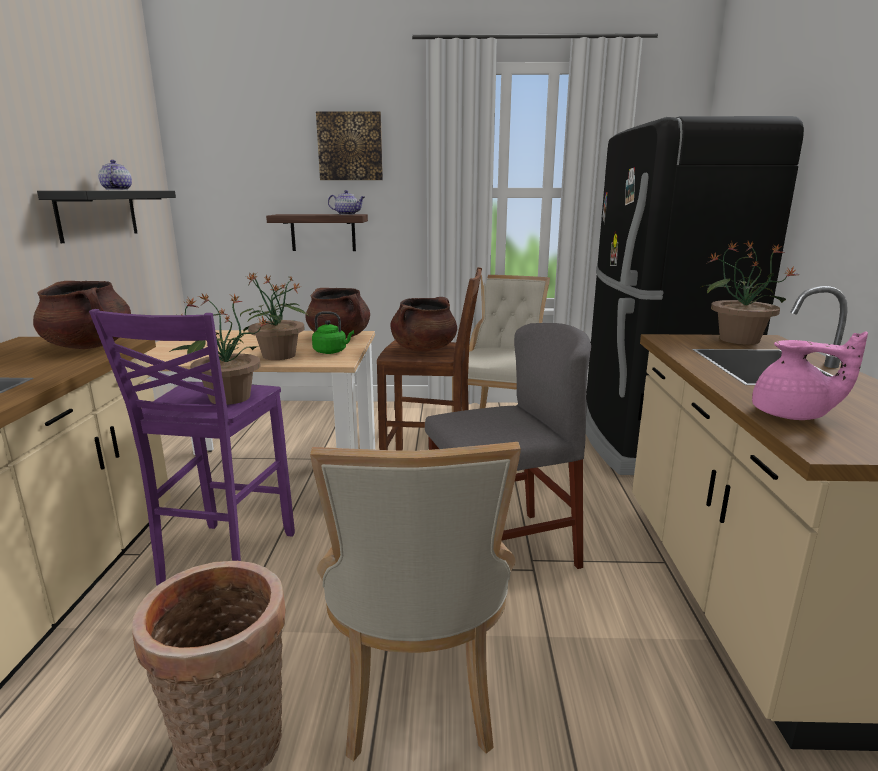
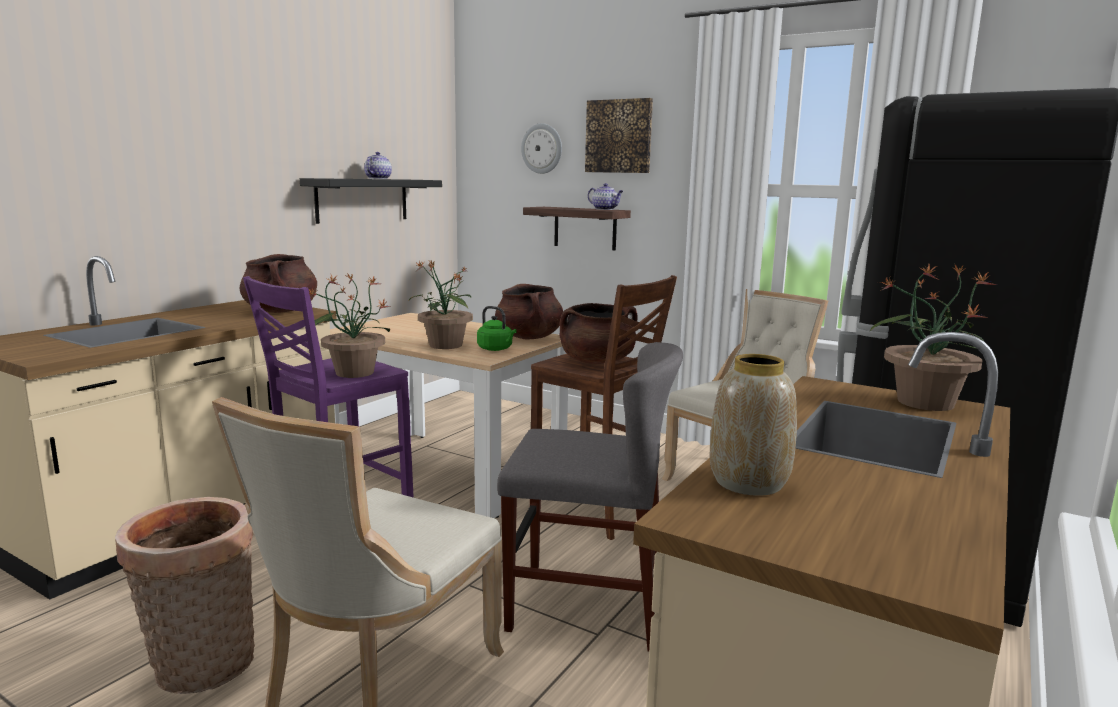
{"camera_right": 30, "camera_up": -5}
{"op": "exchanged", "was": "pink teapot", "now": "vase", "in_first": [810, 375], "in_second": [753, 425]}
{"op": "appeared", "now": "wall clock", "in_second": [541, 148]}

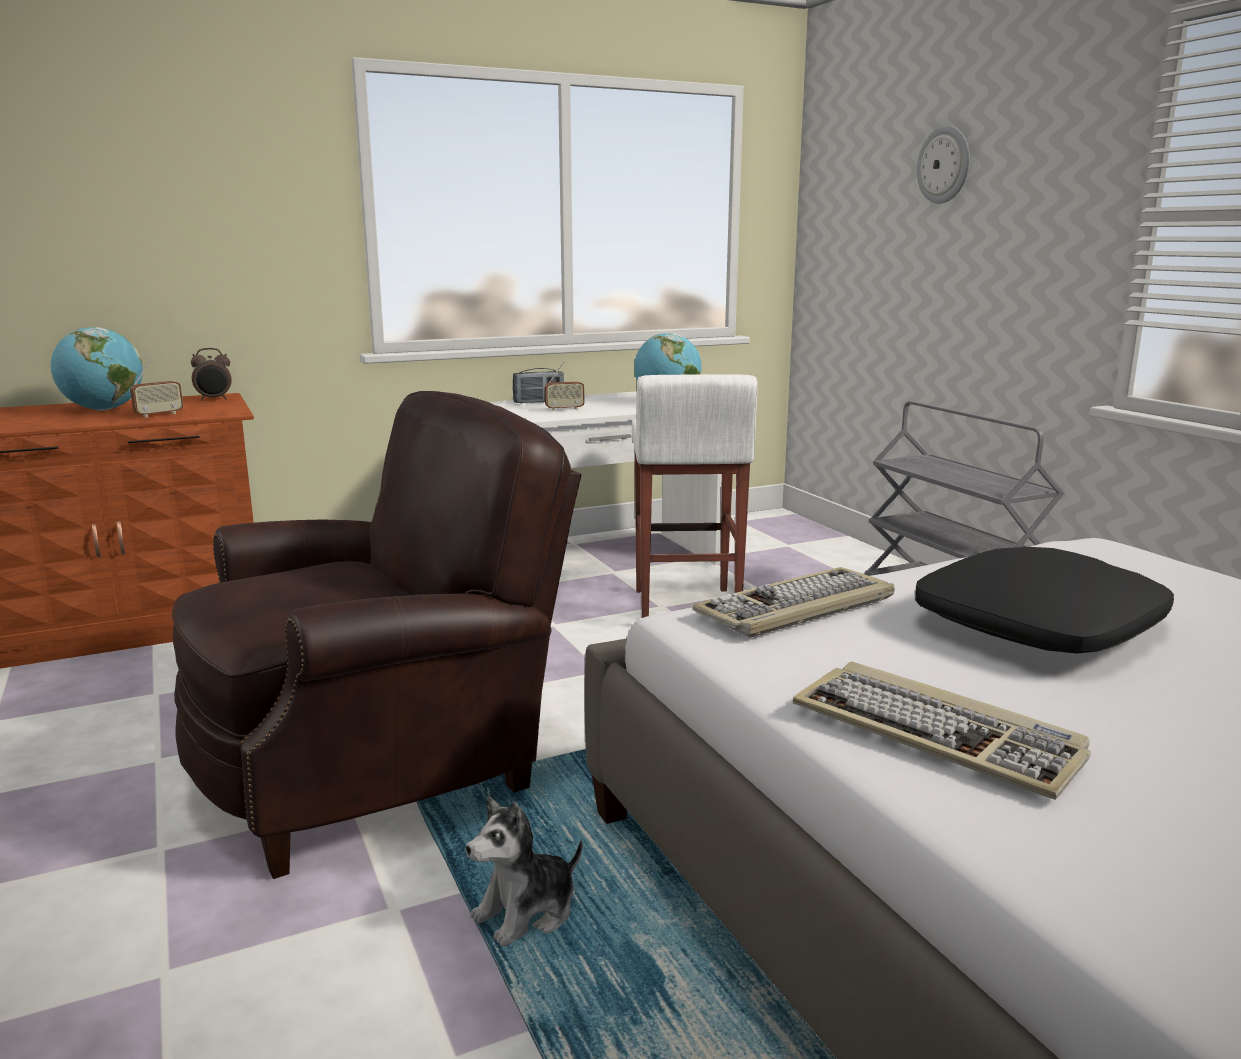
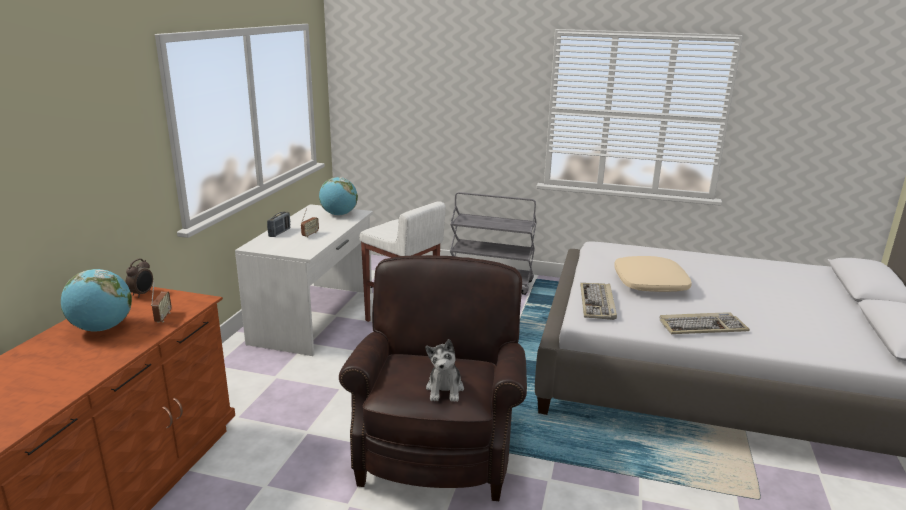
{"camera_right": -50, "camera_up": 5}
{"op": "relocated", "was": "plush toy", "in_first": [524, 871], "in_second": [444, 370]}
{"op": "colour", "was": "black pillow", "now": "beige pillow", "in_first": [1044, 600], "in_second": [653, 274]}
{"op": "missing", "was": "wall clock", "in_first": [943, 164]}

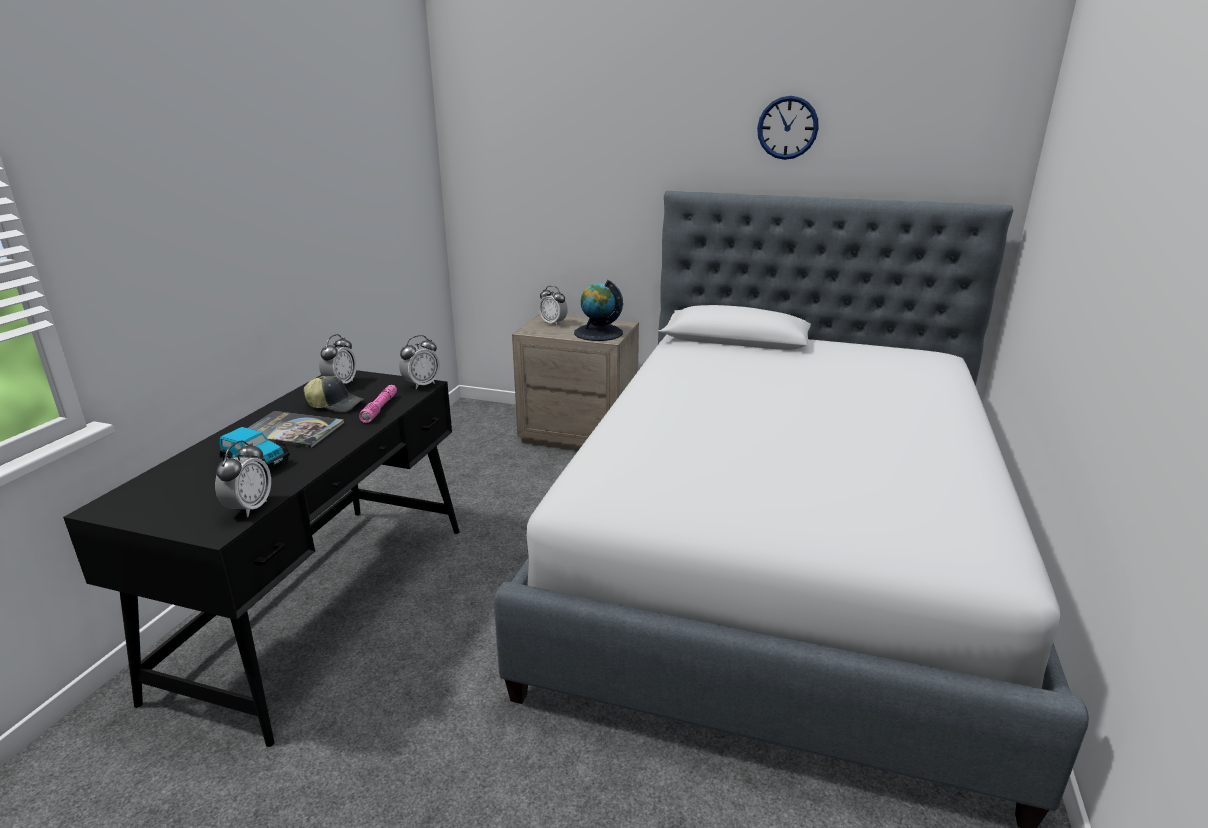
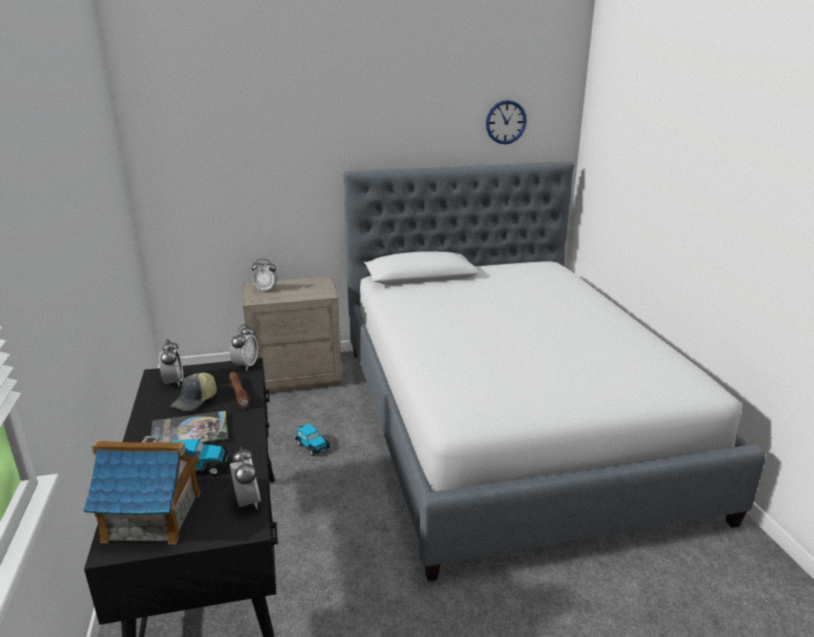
{"camera_right": -30, "camera_up": 0}
{"op": "spun", "was": "cap", "in_first": [334, 394], "in_second": [193, 392], "clockwise": 135}
{"op": "colour", "was": "pink flashlight", "now": "brown flashlight", "in_first": [378, 404], "in_second": [239, 390]}
{"op": "missing", "was": "globe", "in_first": [598, 310]}
{"op": "relocated", "was": "wall clock", "in_first": [788, 128], "in_second": [506, 122]}
{"op": "appeared", "now": "toy house", "in_second": [142, 490]}
{"op": "appeared", "now": "toy car", "in_second": [312, 440]}

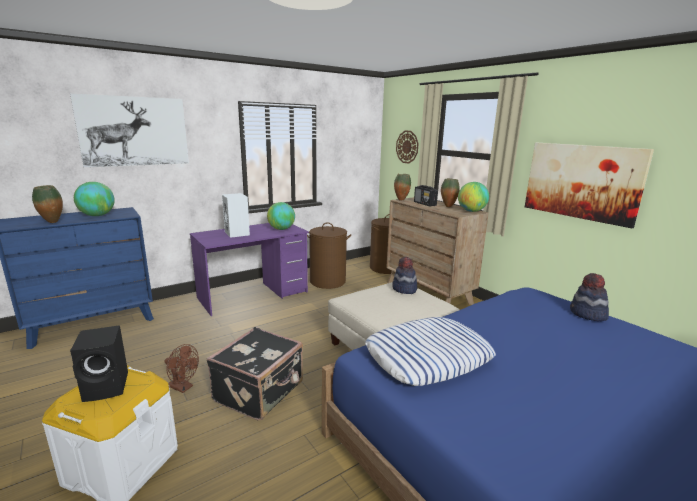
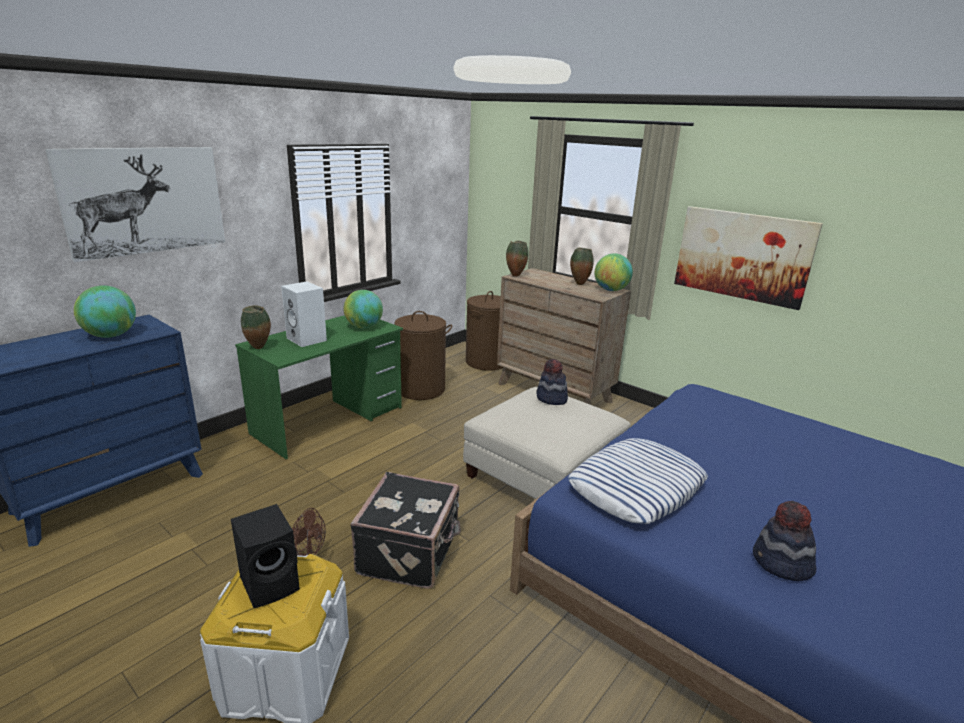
{"camera_right": -15, "camera_up": 5}
{"op": "relocated", "was": "vase", "in_first": [47, 204], "in_second": [256, 327]}
{"op": "colour", "was": "purple desk", "now": "green desk", "in_first": [249, 269], "in_second": [319, 387]}
{"op": "missing", "was": "wall clock", "in_first": [407, 147]}
{"op": "missing", "was": "radio", "in_first": [426, 195]}
{"op": "relocated", "was": "hat", "in_first": [589, 297], "in_second": [784, 541]}

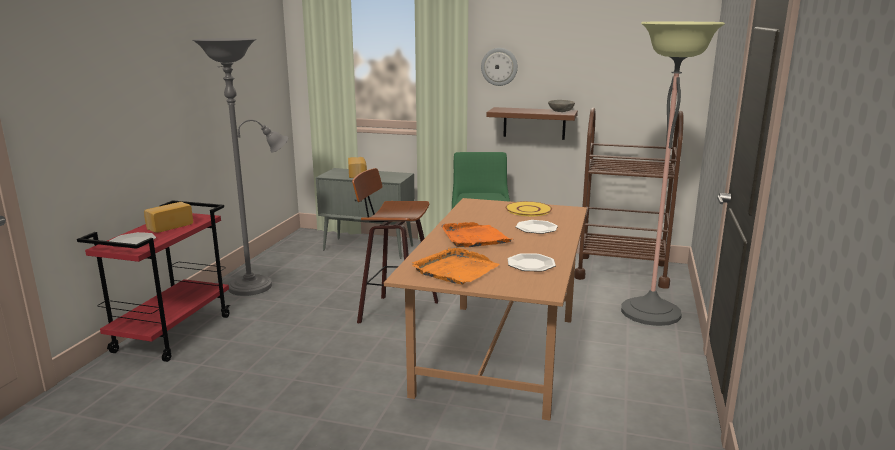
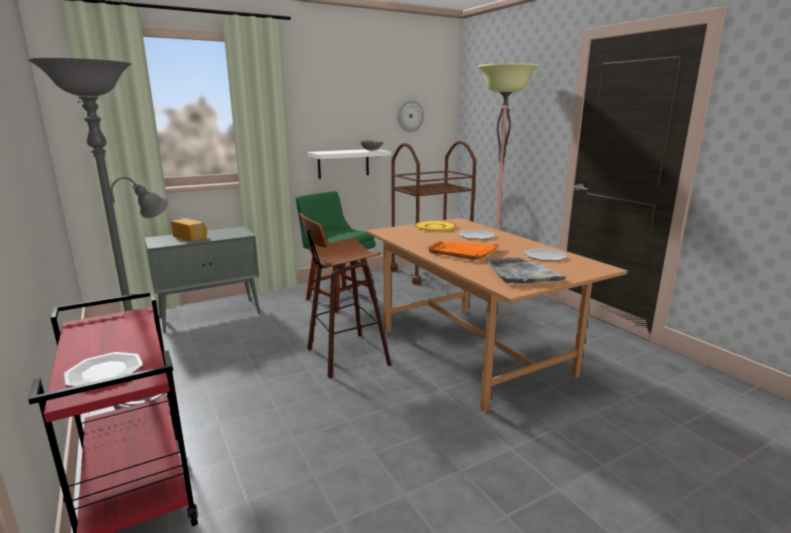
{"camera_right": -45, "camera_up": 0}
{"op": "missing", "was": "bread", "in_first": [168, 217]}
{"op": "colour", "was": "orange tray", "now": "grey tray", "in_first": [456, 266], "in_second": [527, 271]}
{"op": "relocated", "was": "wall clock", "in_first": [499, 67], "in_second": [410, 116]}
{"op": "colour", "was": "brown shelf", "now": "white shelf", "in_first": [532, 123], "in_second": [349, 164]}

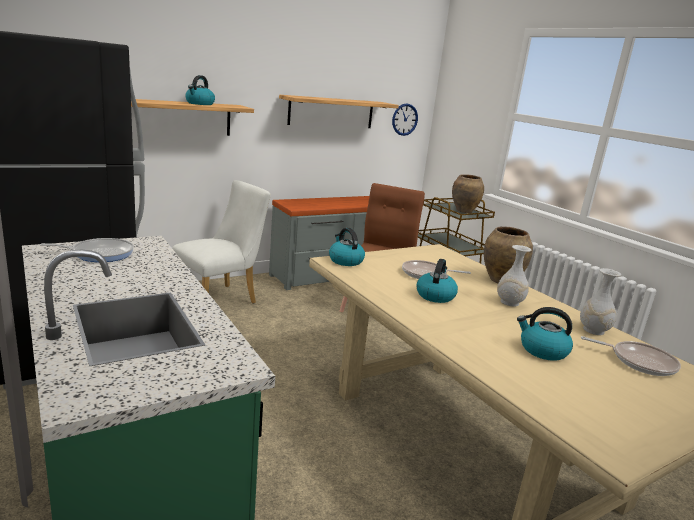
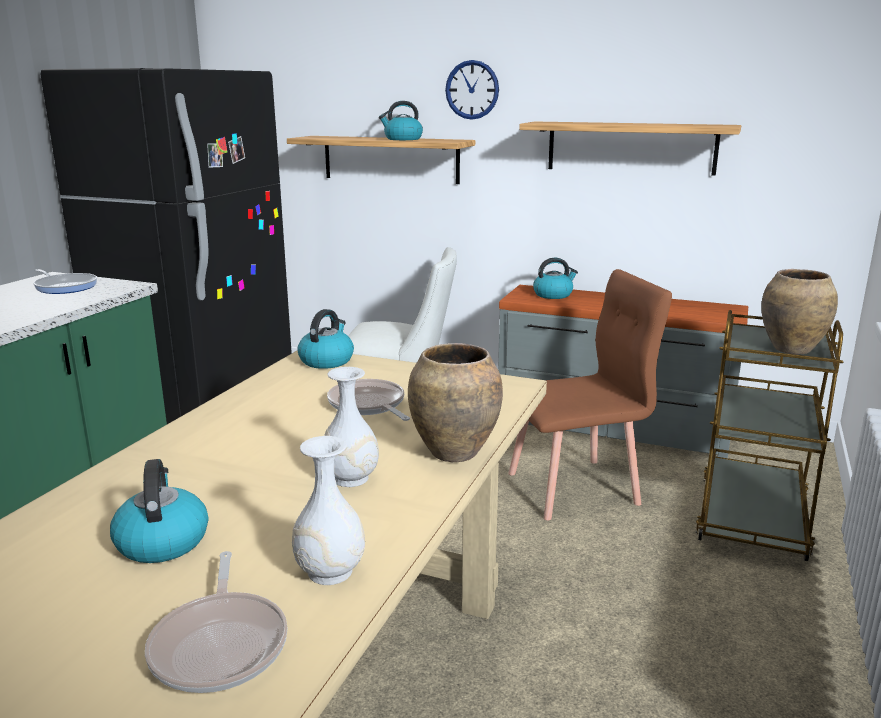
{"camera_right": 55, "camera_up": 0}
{"op": "relocated", "was": "wall clock", "in_first": [405, 120], "in_second": [472, 90]}
{"op": "relocated", "was": "kettle", "in_first": [437, 281], "in_second": [555, 278]}

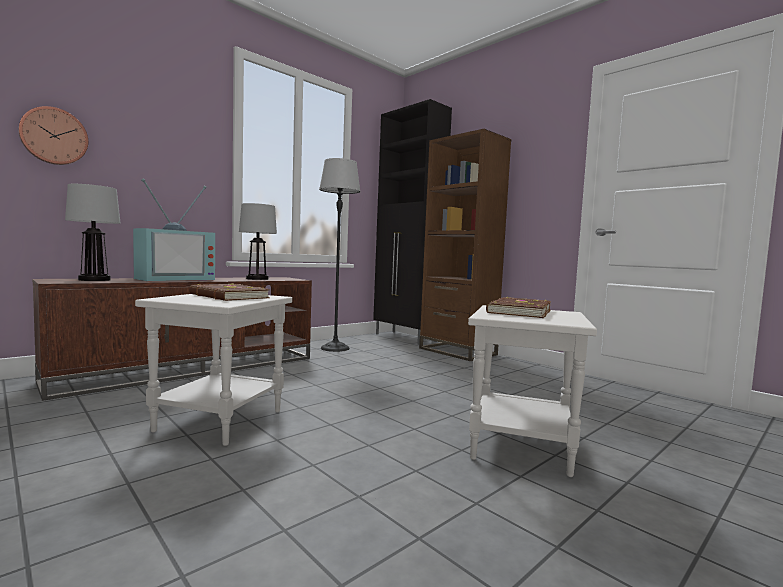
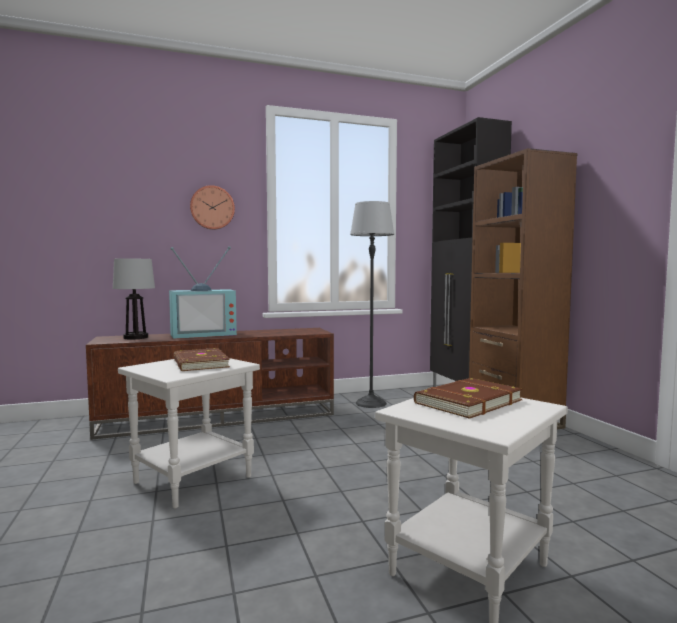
{"camera_right": 25, "camera_up": 0}
{"op": "relocated", "was": "wall clock", "in_first": [53, 135], "in_second": [212, 207]}
{"op": "missing", "was": "table lamp", "in_first": [258, 241]}

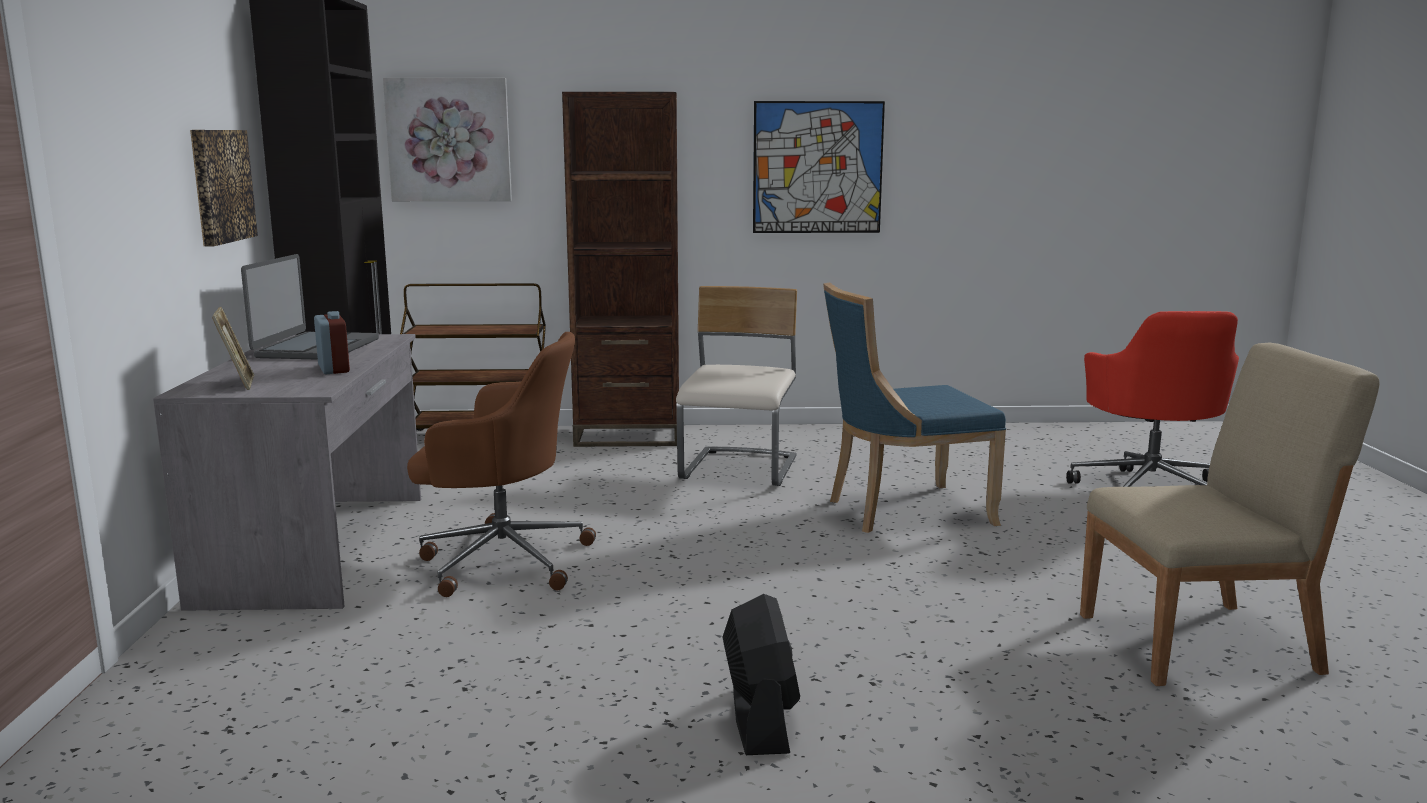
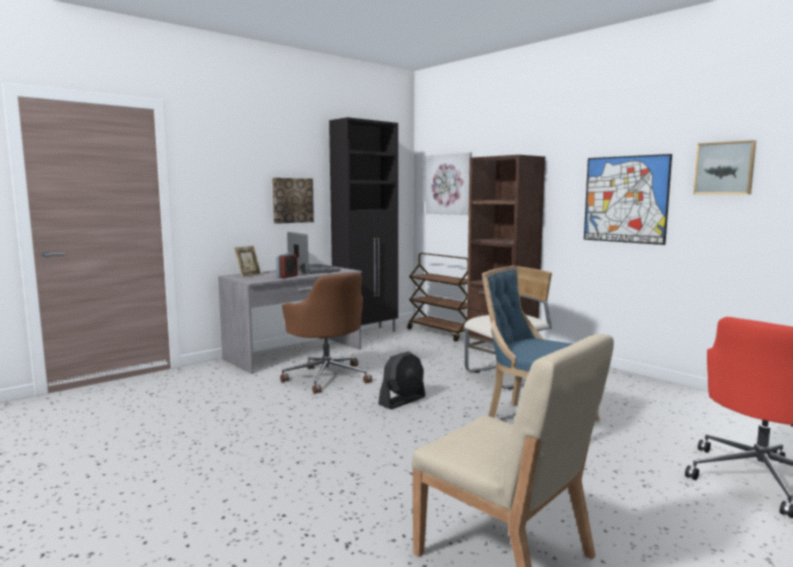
{"camera_right": 50, "camera_up": -5}
{"op": "spun", "was": "laptop", "in_first": [310, 307], "in_second": [313, 253], "clockwise": -90}
{"op": "relocated", "was": "black fan", "in_first": [761, 674], "in_second": [402, 380]}
{"op": "appeared", "now": "picture", "in_second": [724, 167]}

